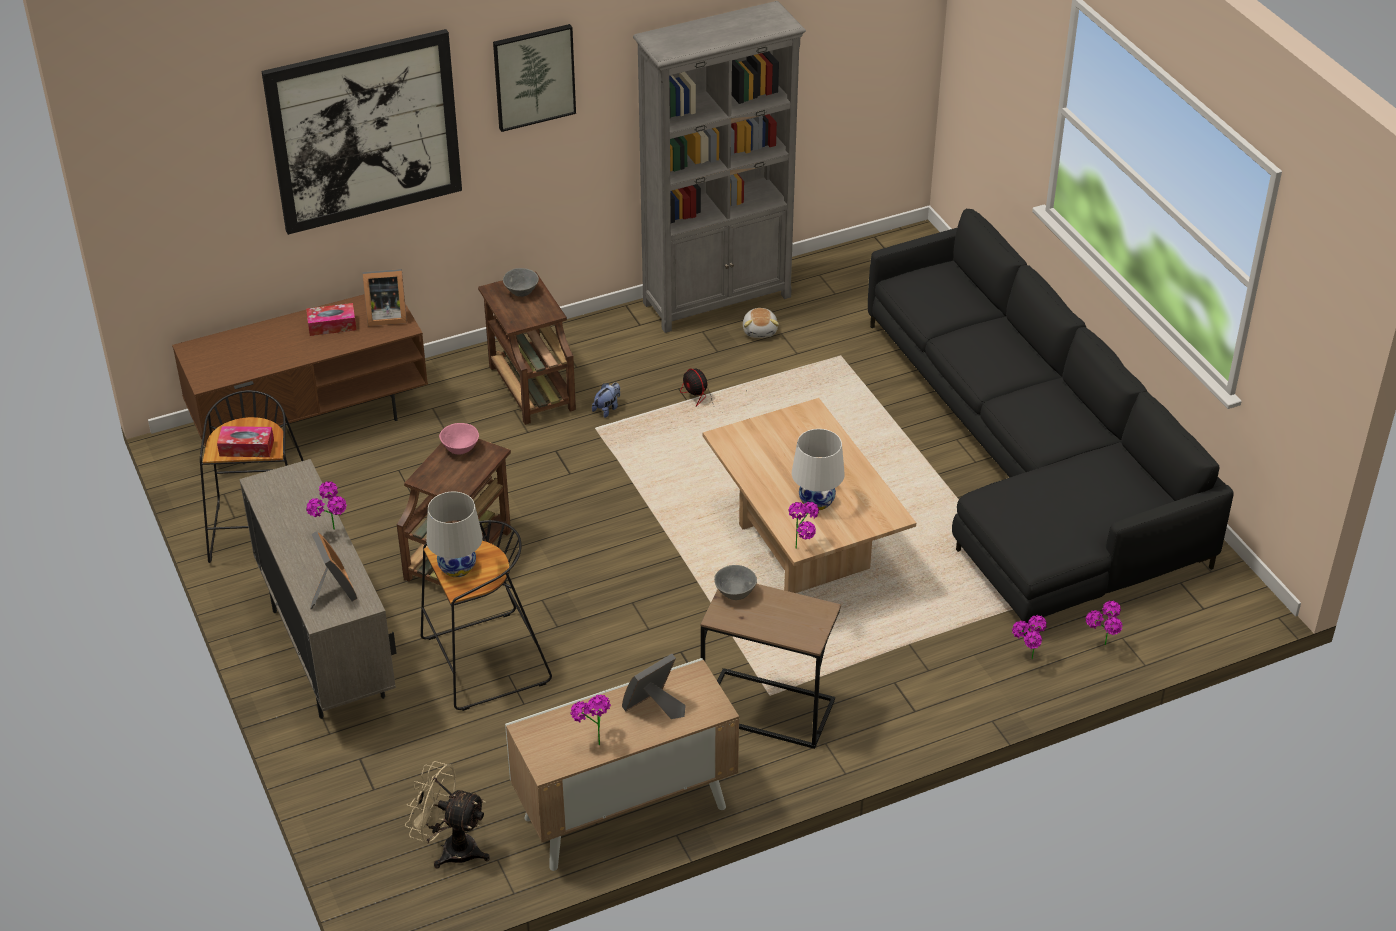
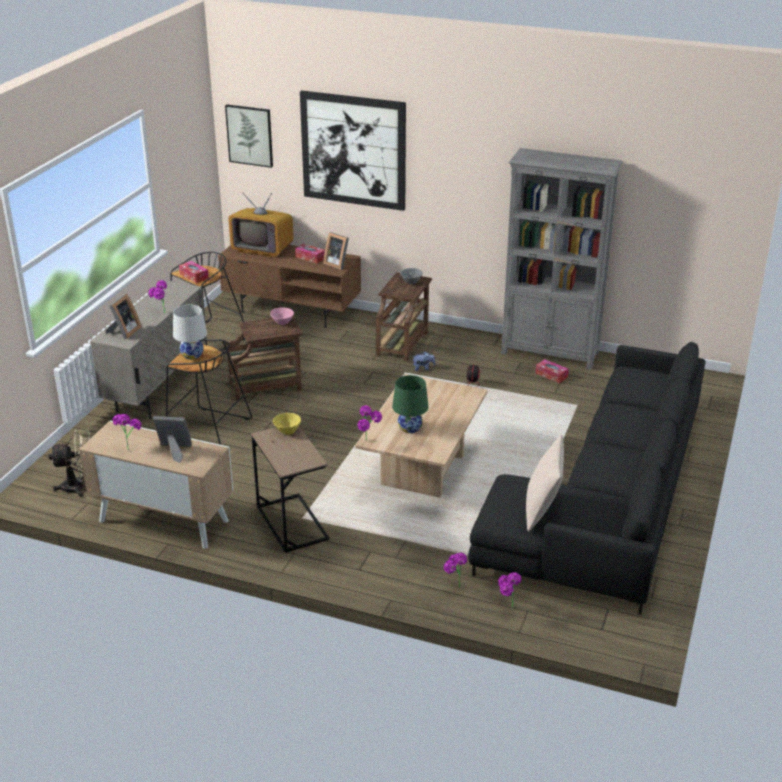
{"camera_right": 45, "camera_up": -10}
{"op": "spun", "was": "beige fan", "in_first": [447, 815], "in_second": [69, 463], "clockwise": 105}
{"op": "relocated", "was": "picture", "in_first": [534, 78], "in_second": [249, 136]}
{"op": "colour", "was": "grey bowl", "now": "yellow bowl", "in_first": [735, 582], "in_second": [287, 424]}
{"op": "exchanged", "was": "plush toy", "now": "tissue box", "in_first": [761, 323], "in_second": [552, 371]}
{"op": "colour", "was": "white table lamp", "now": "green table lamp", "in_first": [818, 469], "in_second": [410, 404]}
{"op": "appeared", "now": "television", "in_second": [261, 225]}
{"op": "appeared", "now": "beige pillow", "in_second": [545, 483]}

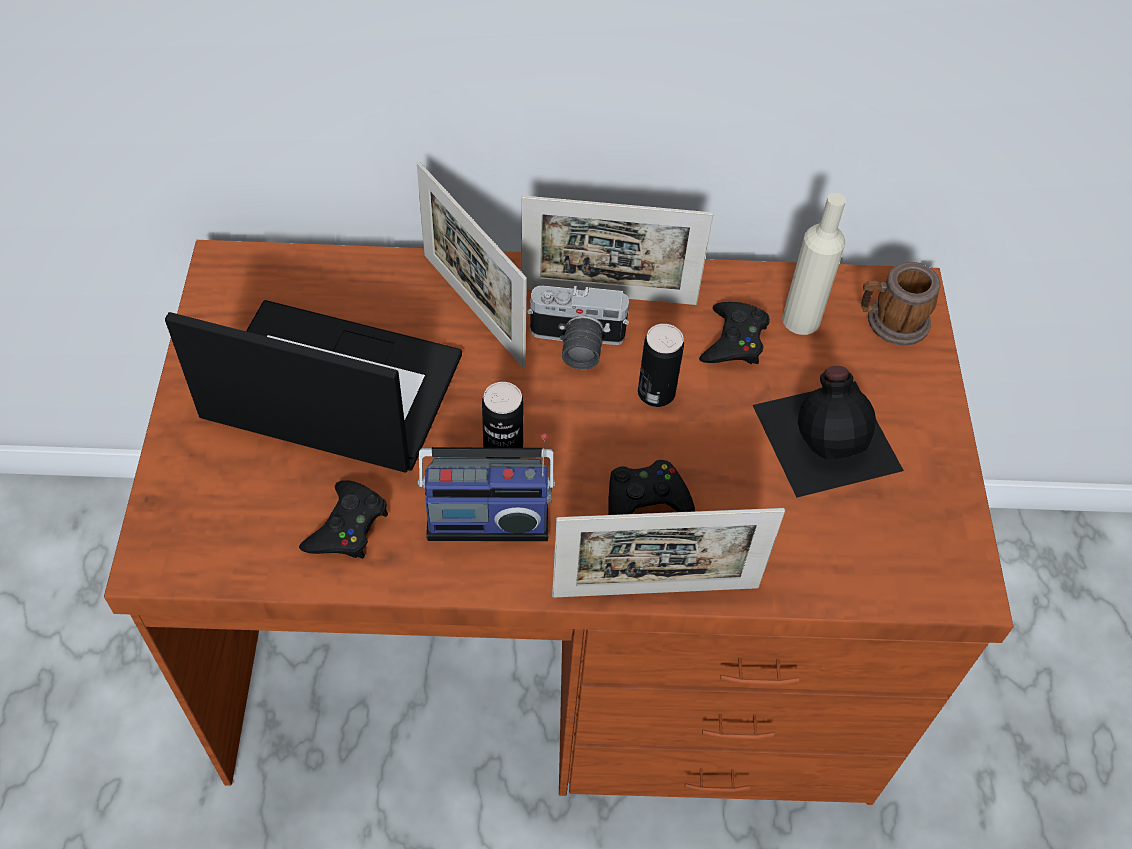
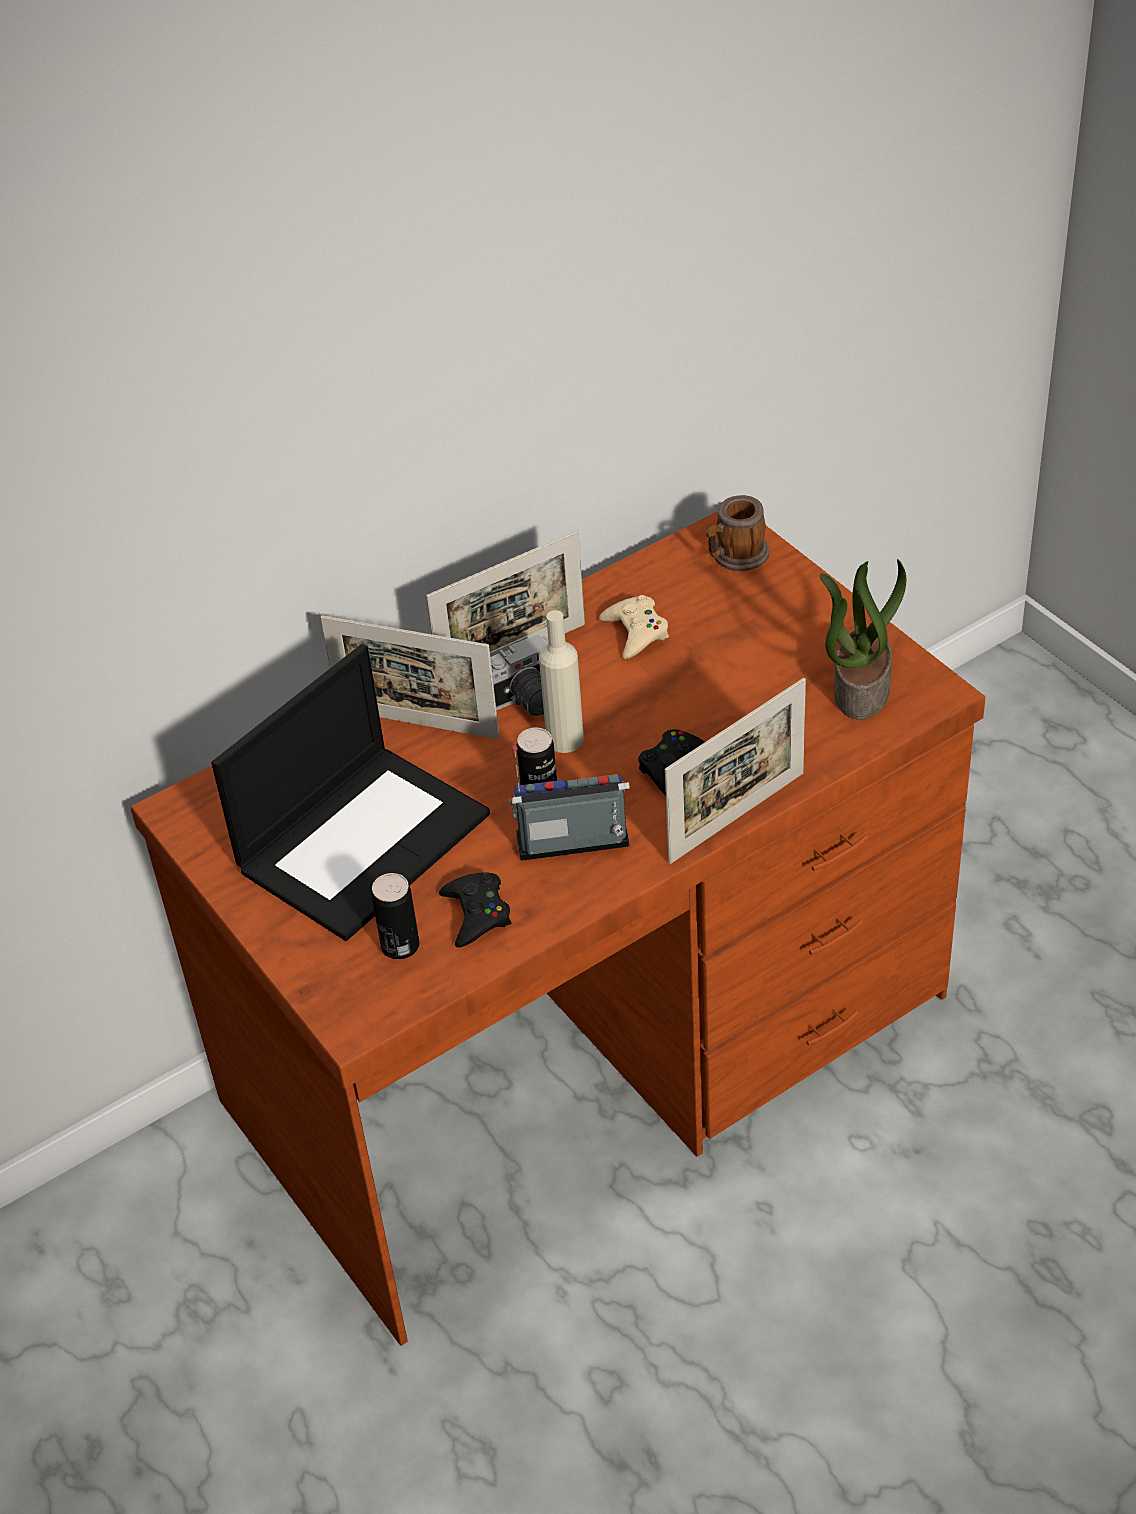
{"camera_right": -30, "camera_up": -10}
{"op": "spun", "was": "laptop", "in_first": [313, 386], "in_second": [350, 792], "clockwise": 150}
{"op": "spun", "was": "radio", "in_first": [486, 487], "in_second": [569, 803], "clockwise": -150}
{"op": "relocated", "was": "can", "in_first": [661, 365], "in_second": [395, 916]}
{"op": "colour", "was": "black game controller", "now": "beige game controller", "in_first": [734, 333], "in_second": [634, 627]}
{"op": "missing", "was": "black bottle", "in_first": [828, 432]}
{"op": "relocated", "was": "beige bottle", "in_first": [814, 264], "in_second": [561, 681]}
{"op": "appeared", "now": "potted plant", "in_second": [863, 639]}

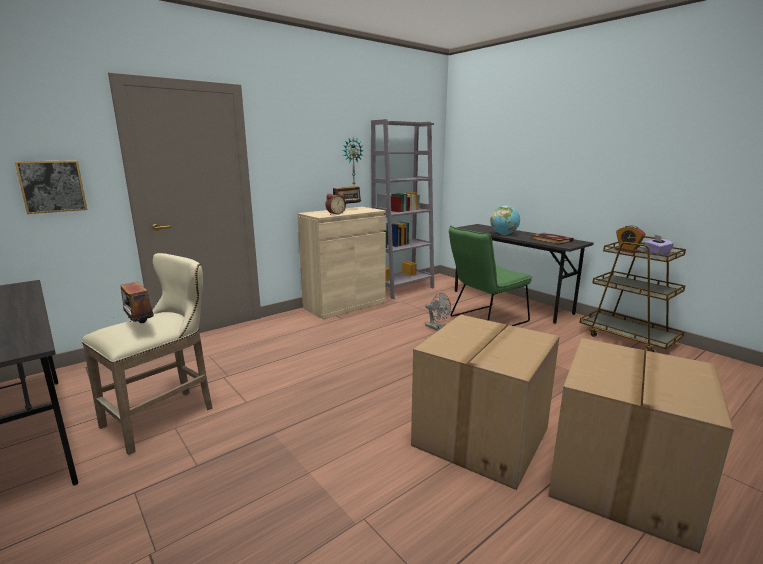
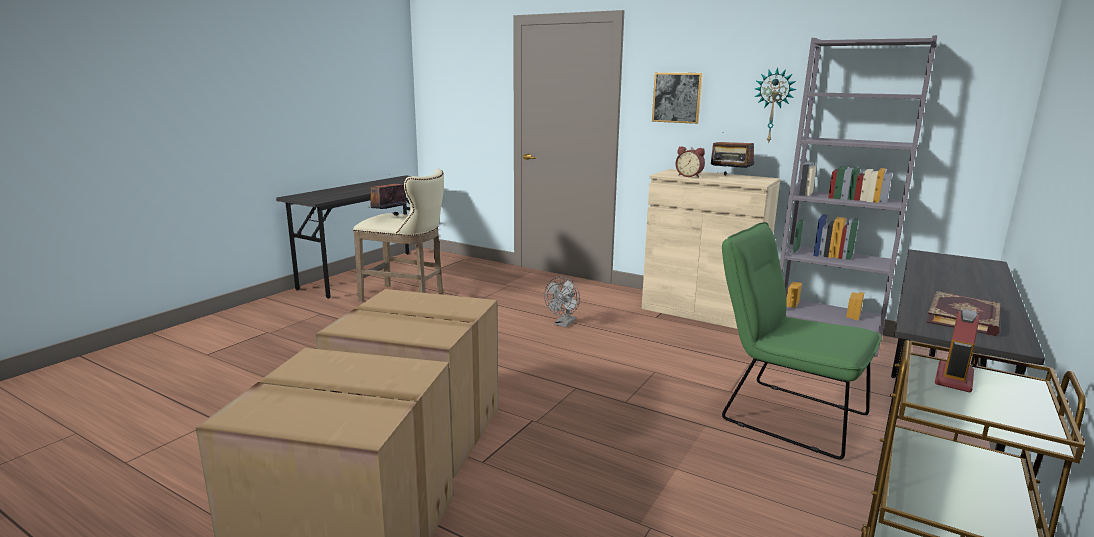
{"camera_right": 70, "camera_up": 0}
{"op": "relocated", "was": "picture", "in_first": [51, 187], "in_second": [677, 98]}
{"op": "relocated", "was": "grey fan", "in_first": [438, 312], "in_second": [562, 302]}
{"op": "missing", "was": "globe", "in_first": [505, 220]}
{"op": "missing", "was": "purple tissue box", "in_first": [659, 244]}

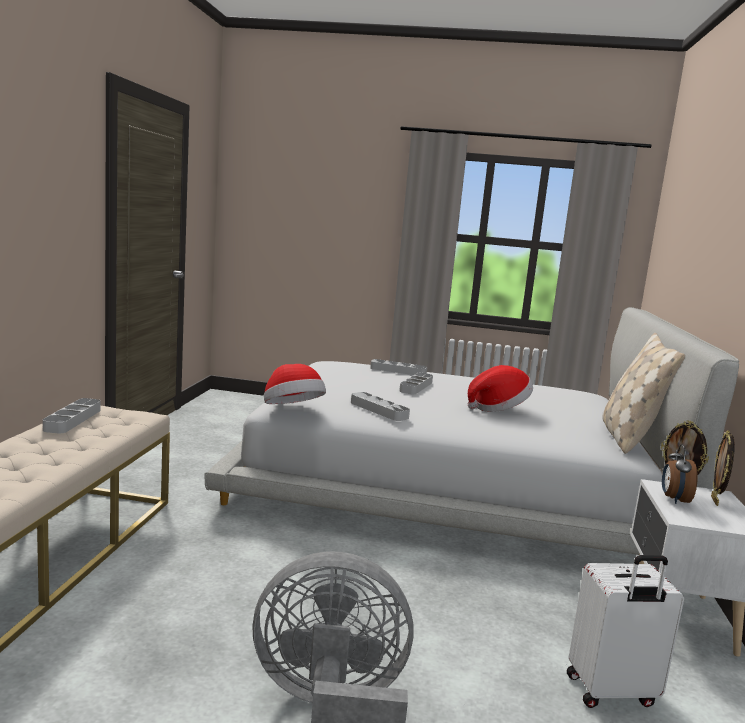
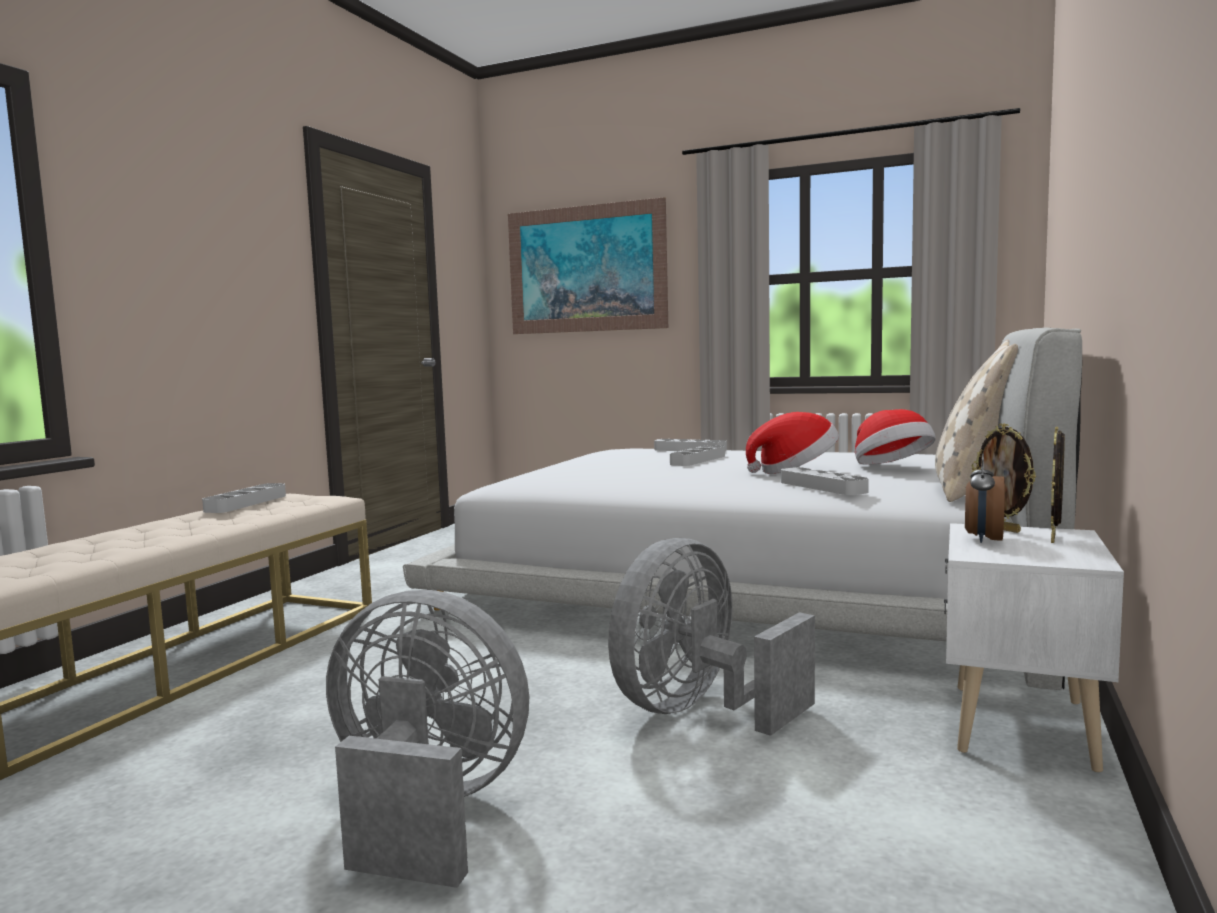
{"camera_right": 15, "camera_up": -5}
{"op": "relocated", "was": "hat", "in_first": [295, 384], "in_second": [895, 437]}
{"op": "relocated", "was": "grey tray", "in_first": [380, 406], "in_second": [825, 481]}
{"op": "missing", "was": "white suitcase", "in_first": [625, 631]}
{"op": "appeared", "now": "picture", "in_second": [588, 265]}
{"op": "appeared", "now": "grey fan", "in_second": [711, 637]}

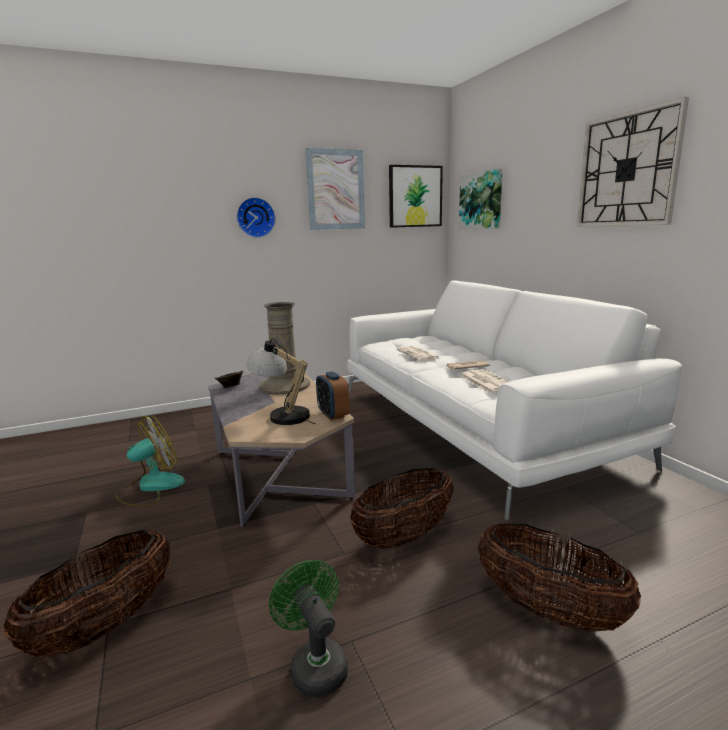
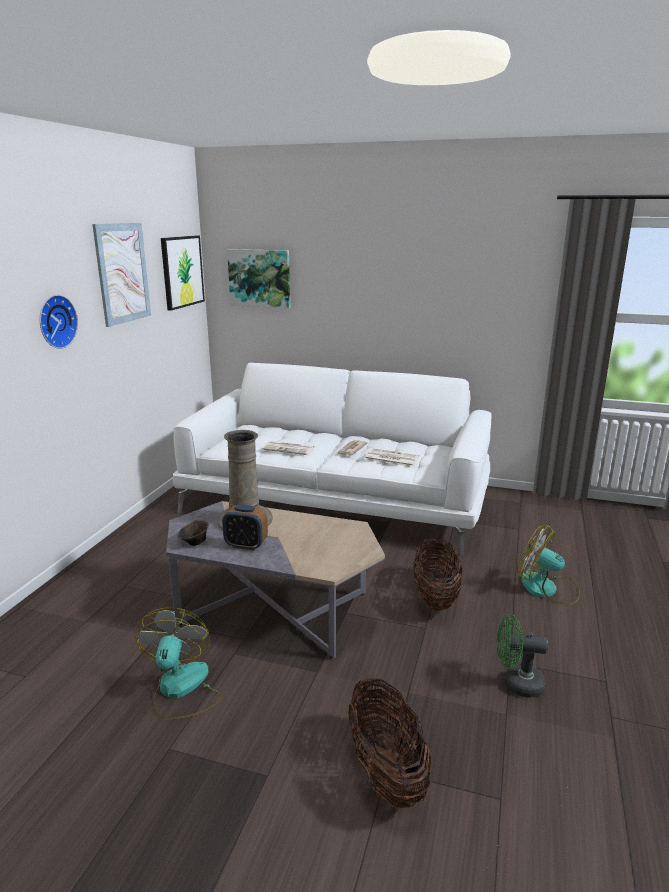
{"camera_right": -50, "camera_up": 5}
{"op": "missing", "was": "table lamp", "in_first": [281, 381]}
{"op": "relocated", "was": "alarm clock", "in_first": [333, 395], "in_second": [245, 528]}
{"op": "exchanged", "was": "basket", "now": "fan", "in_first": [559, 577], "in_second": [548, 565]}
{"op": "missing", "was": "wall clock", "in_first": [633, 162]}

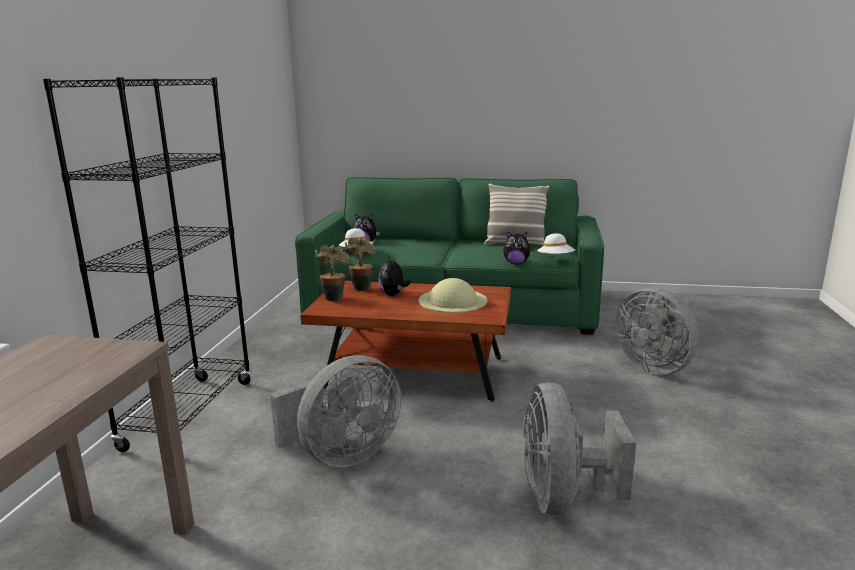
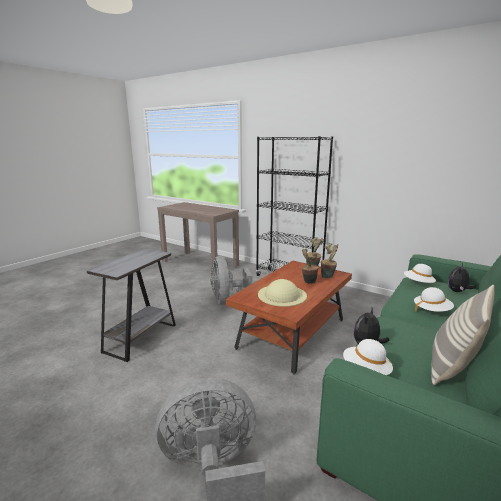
{"camera_right": 115, "camera_up": 0}
{"op": "exchanged", "was": "plush toy", "now": "potted plant", "in_first": [394, 276], "in_second": [310, 266]}
{"op": "exchanged", "was": "grey fan", "now": "grey side table", "in_first": [579, 449], "in_second": [131, 305]}
{"op": "appeared", "now": "white hat", "in_second": [434, 299]}

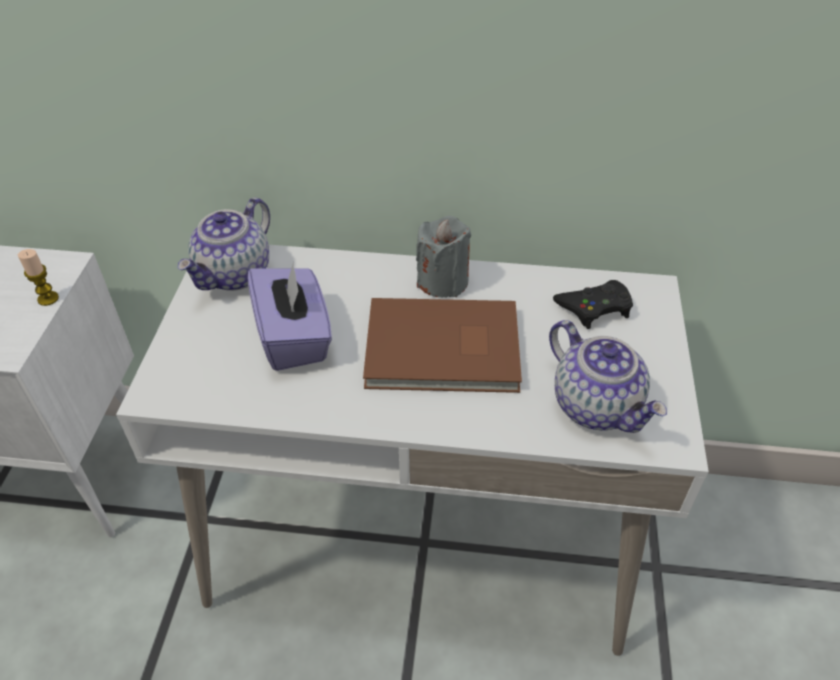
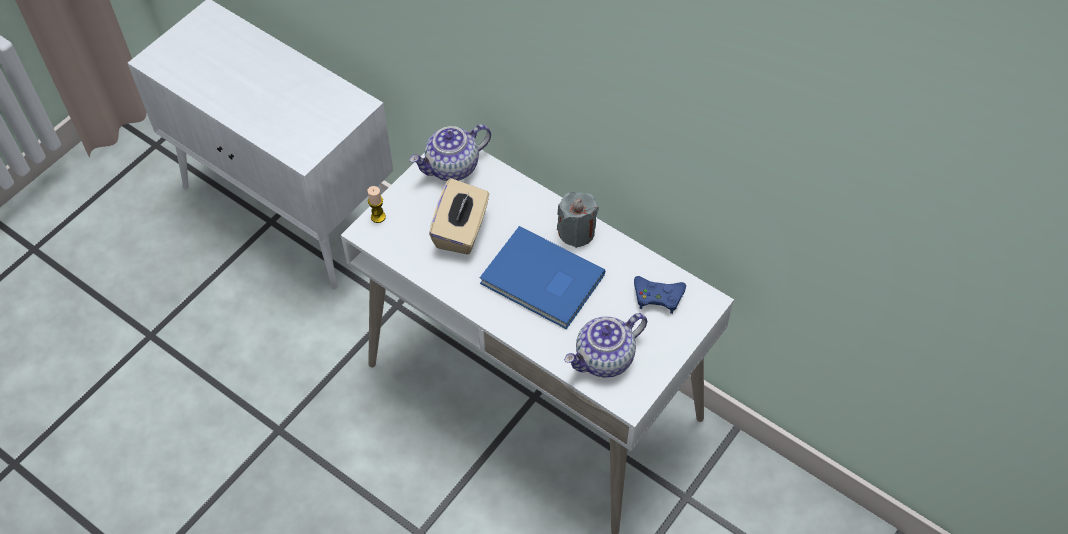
{"camera_right": 30, "camera_up": 10}
{"op": "relocated", "was": "candle", "in_first": [38, 277], "in_second": [377, 204]}
{"op": "colour", "was": "purple tissue box", "now": "beige tissue box", "in_first": [290, 316], "in_second": [459, 216]}
{"op": "colour", "was": "brown book", "now": "blue book", "in_first": [442, 345], "in_second": [542, 277]}
{"op": "spun", "was": "teapot", "in_first": [608, 376], "in_second": [605, 345], "clockwise": 60}
{"op": "colour", "was": "black game controller", "now": "blue game controller", "in_first": [593, 304], "in_second": [660, 295]}

